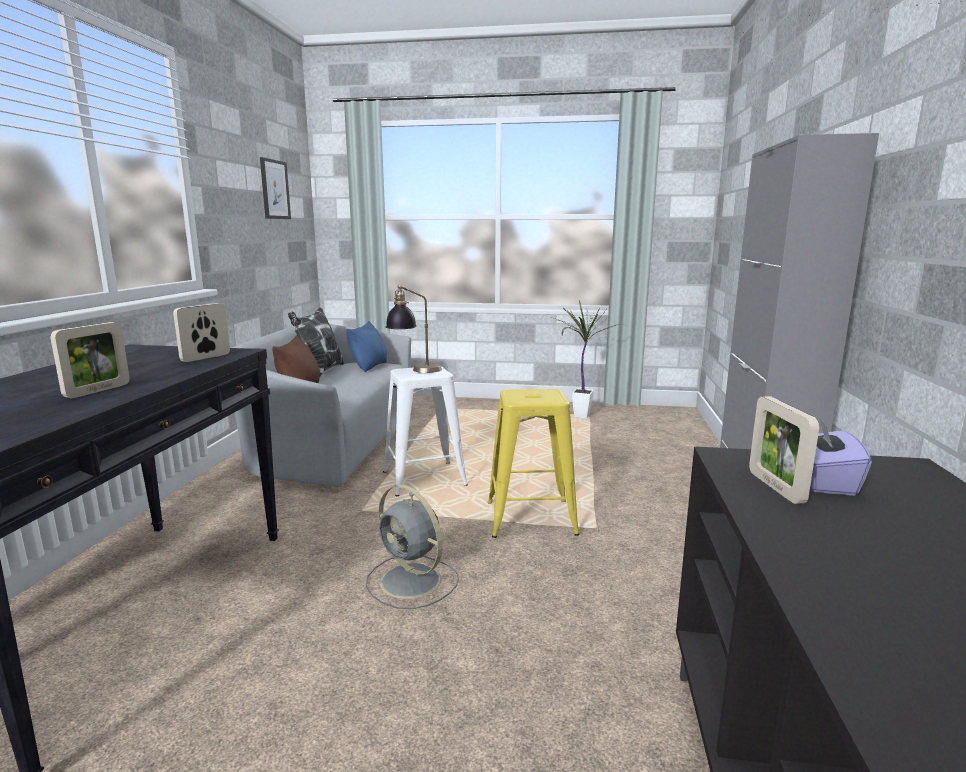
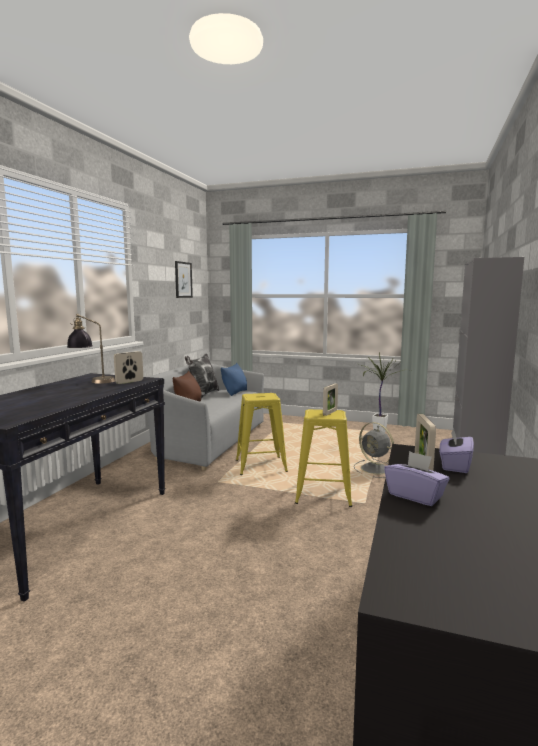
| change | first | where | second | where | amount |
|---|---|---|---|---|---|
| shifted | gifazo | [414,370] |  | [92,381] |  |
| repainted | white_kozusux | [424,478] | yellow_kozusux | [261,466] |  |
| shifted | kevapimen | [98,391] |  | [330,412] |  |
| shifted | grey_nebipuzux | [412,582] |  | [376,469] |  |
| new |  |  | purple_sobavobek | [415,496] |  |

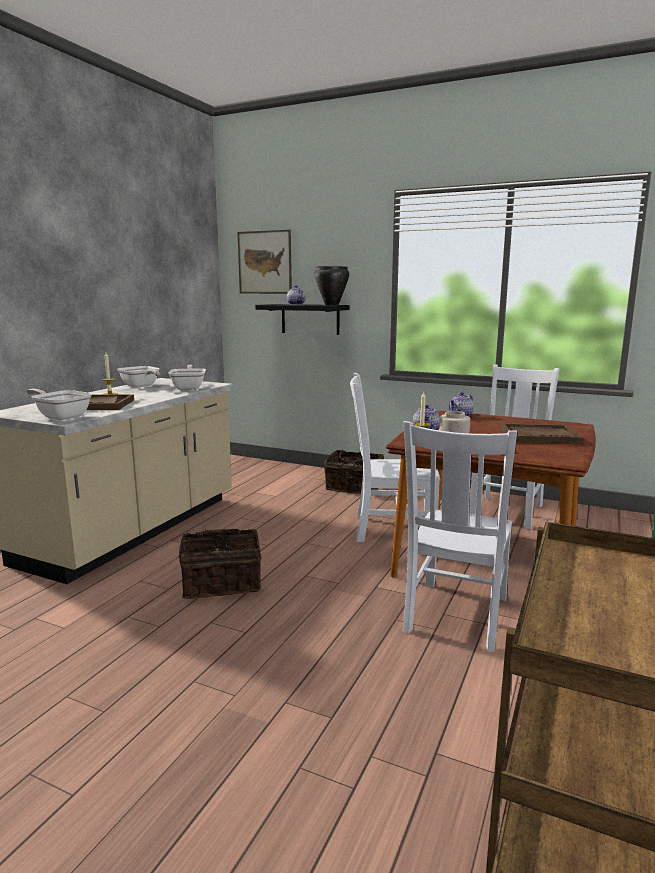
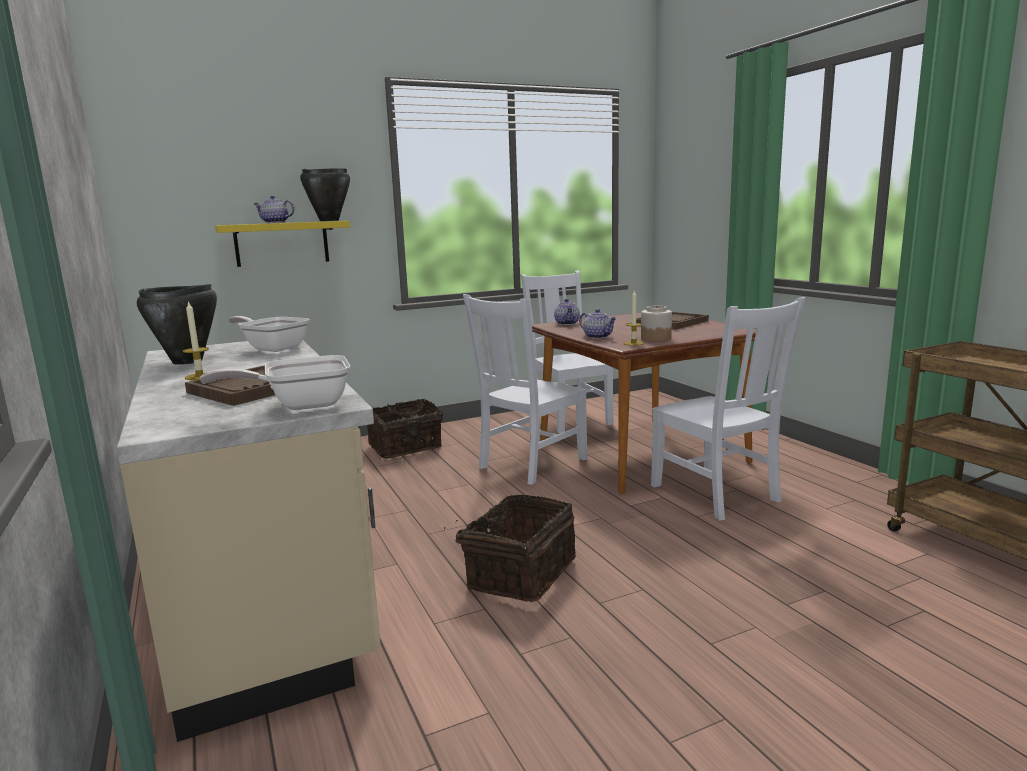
| change | first | where | second | where | amount |
|---|---|---|---|---|---|
| swapped | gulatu | [141,386] | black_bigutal | [187,361] |  |
| repainted | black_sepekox | [310,319] | yellow_sepekox | [282,243] |  |
| gone | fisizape | [264,262] |  |  |  |

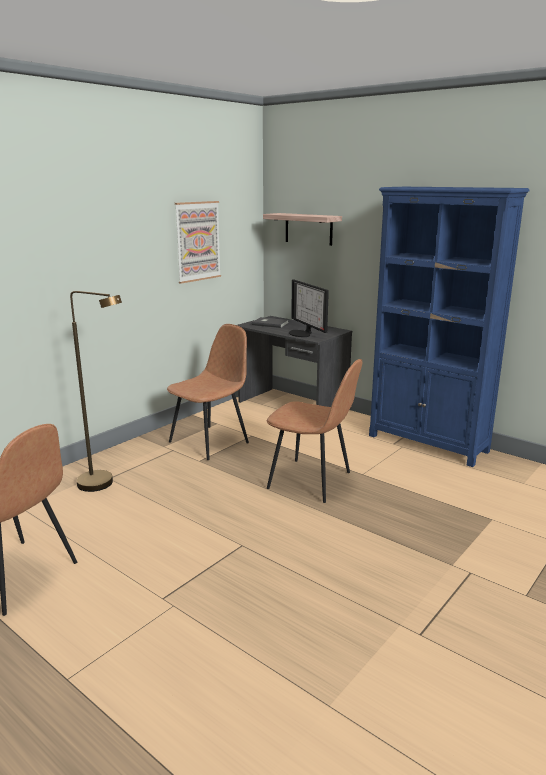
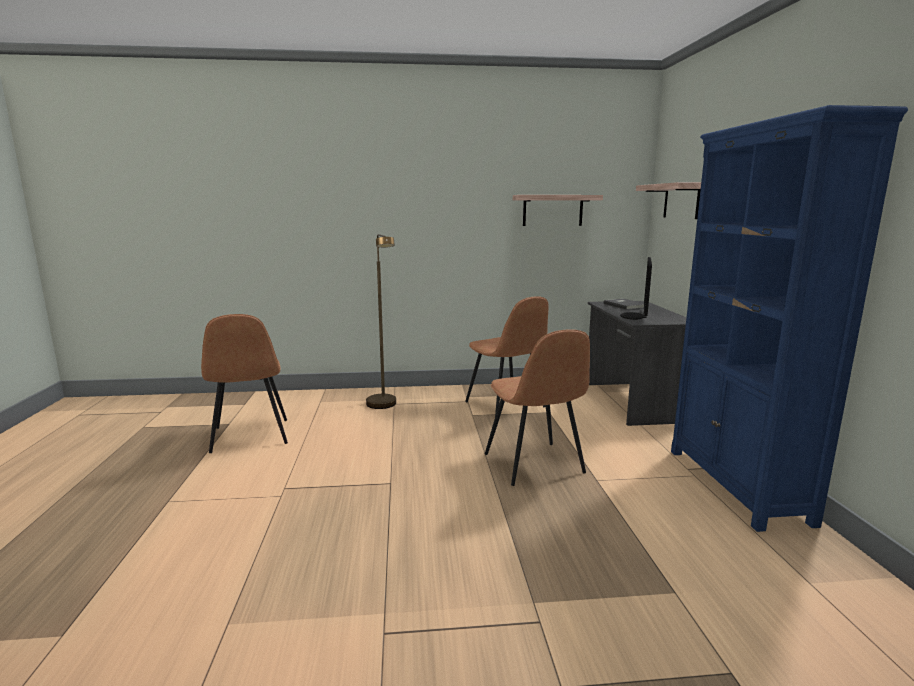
| change | first | where | second | where | amount |
|---|---|---|---|---|---|
| rotated | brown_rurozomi | [210,442] |  | [506,405] | 60 degrees clockwise |
| swapped | fisizape | [197,241] | sepekox | [552,210] |  |

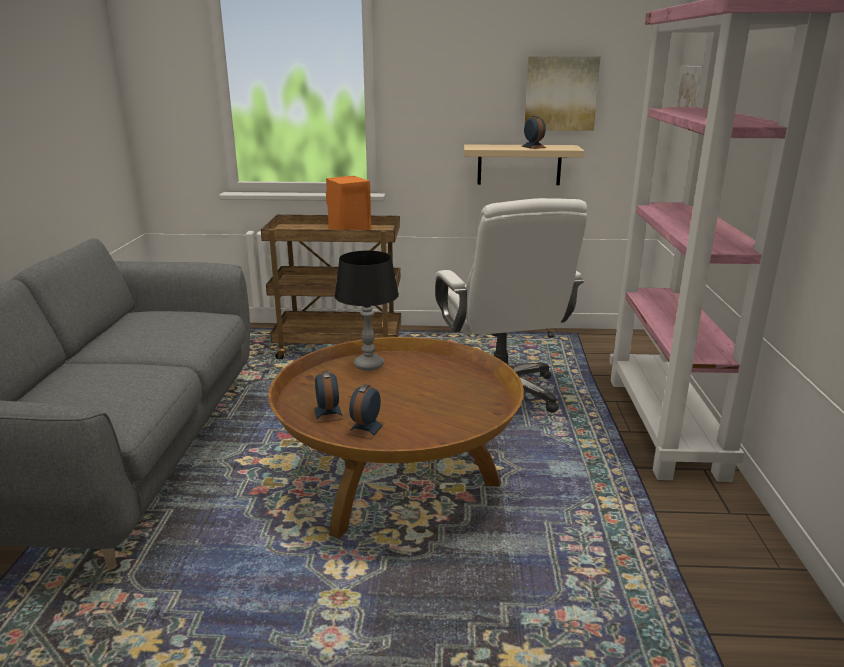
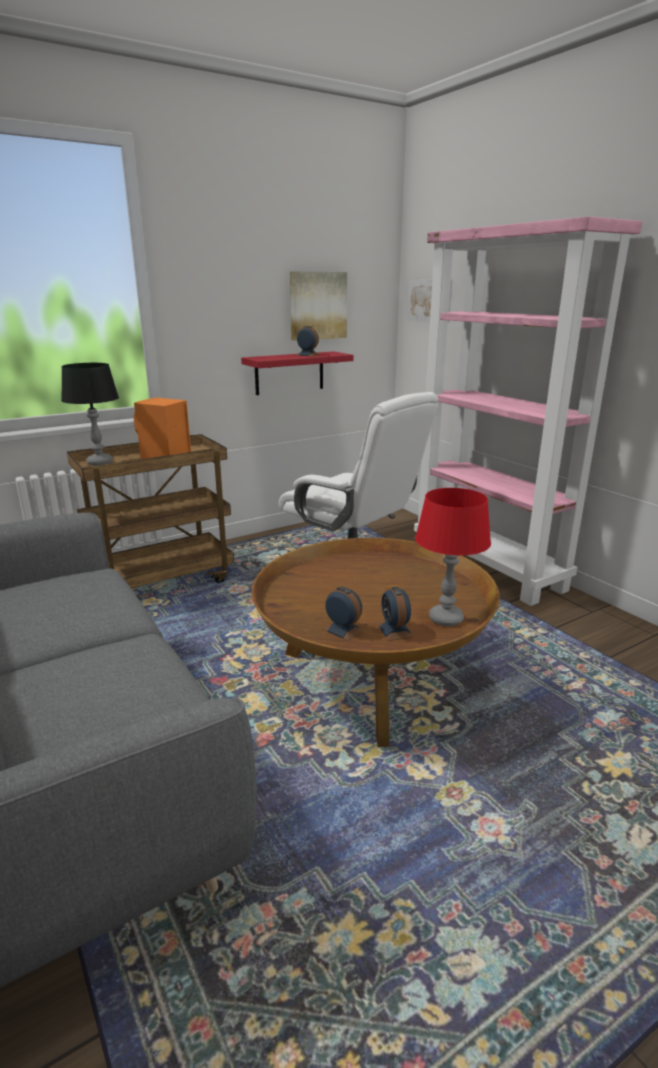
| change | first | where | second | where | amount |
|---|---|---|---|---|---|
| shifted | black_gifazo | [369,365] |  | [100,462] |  |
| repainted | beige_sepekox | [519,164] | red_sepekox | [289,373] |  |
| new |  |  | red_gifazo | [445,619] |  |

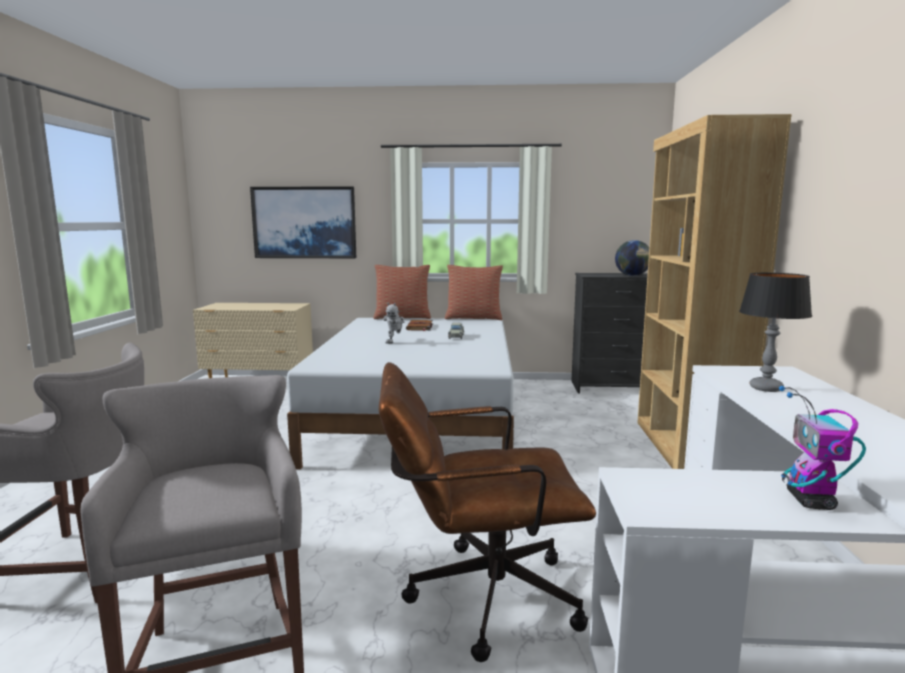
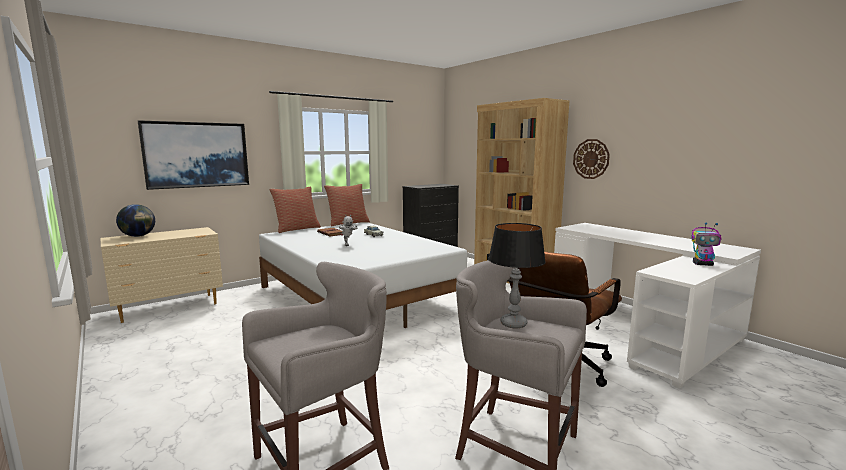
| change | first | where | second | where | amount |
|---|---|---|---|---|---|
| shifted | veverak | [632,275] |  | [138,236] |  |
| shifted | gifazo | [766,388] |  | [513,324] |  |
| new |  |  | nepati | [591,159] |  |
| rotated | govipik | [811,501] |  | [703,264] | 45 degrees counterclockwise |

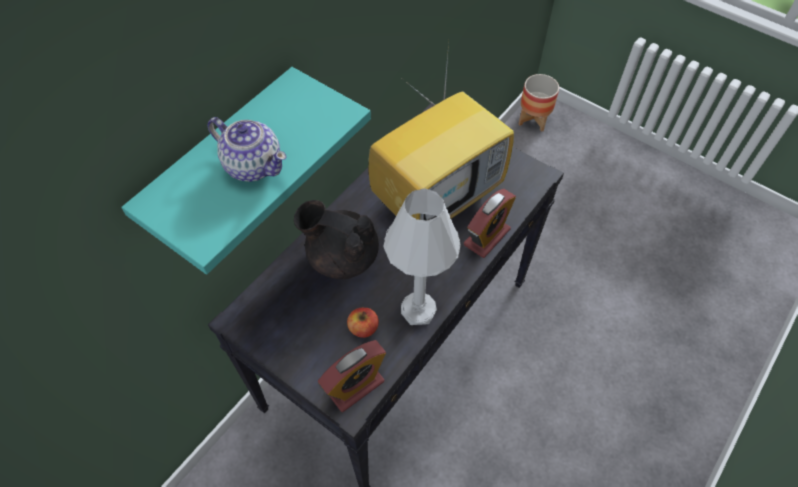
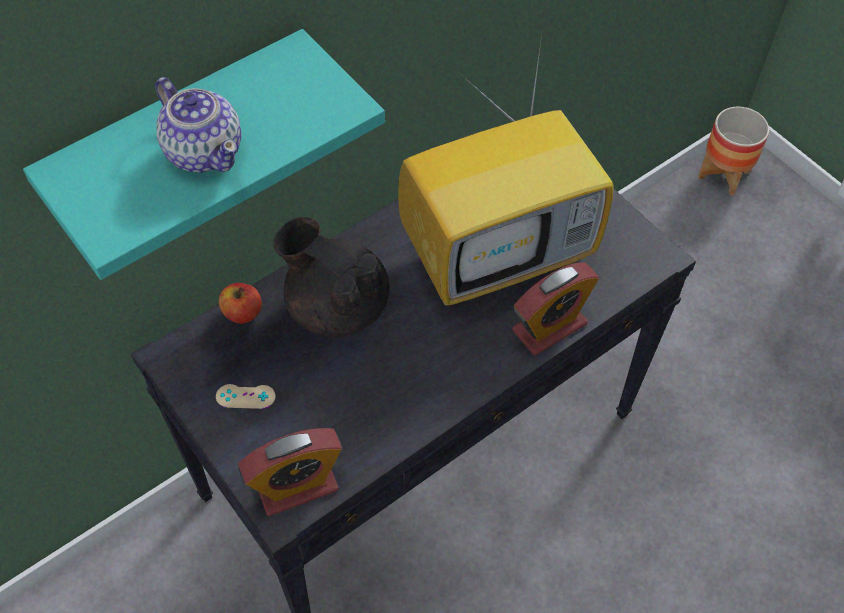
| change | first | where | second | where | amount |
|---|---|---|---|---|---|
| new |  |  | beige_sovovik | [245,396] |  |
| shifted | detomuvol | [363,328] |  | [242,313] |  |
| gone | white_gifazo | [418,310] |  |  |  |

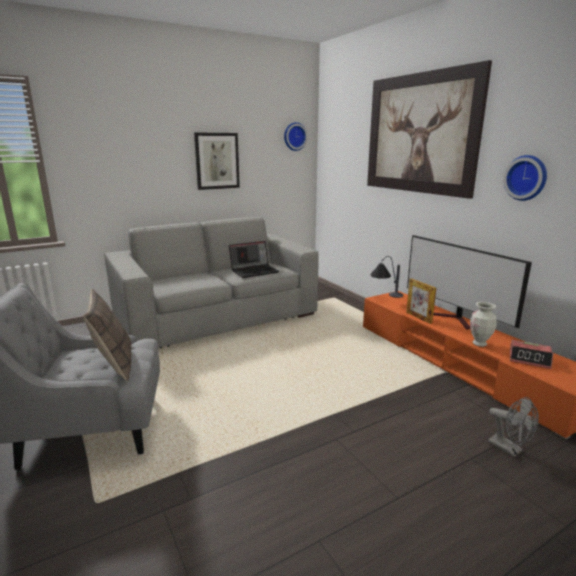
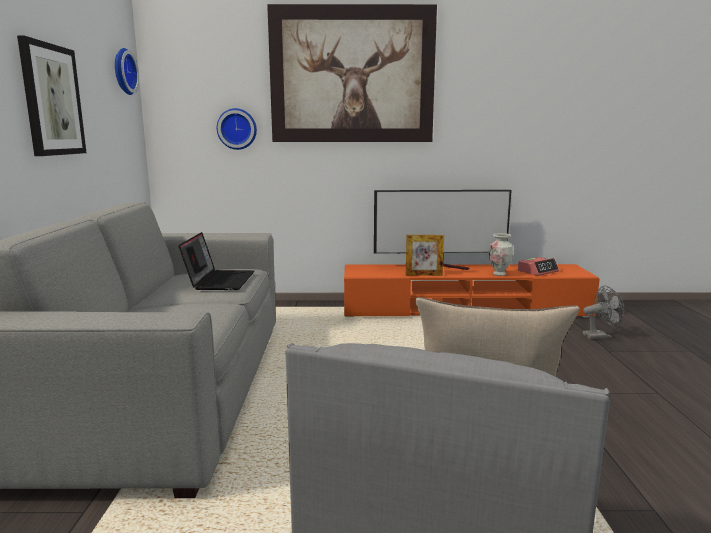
| change | first | where | second | where | amount |
|---|---|---|---|---|---|
| shifted | nepati | [526,178] |  | [237,129] |  |
| gone | gifazo | [385,297] |  |  |  |

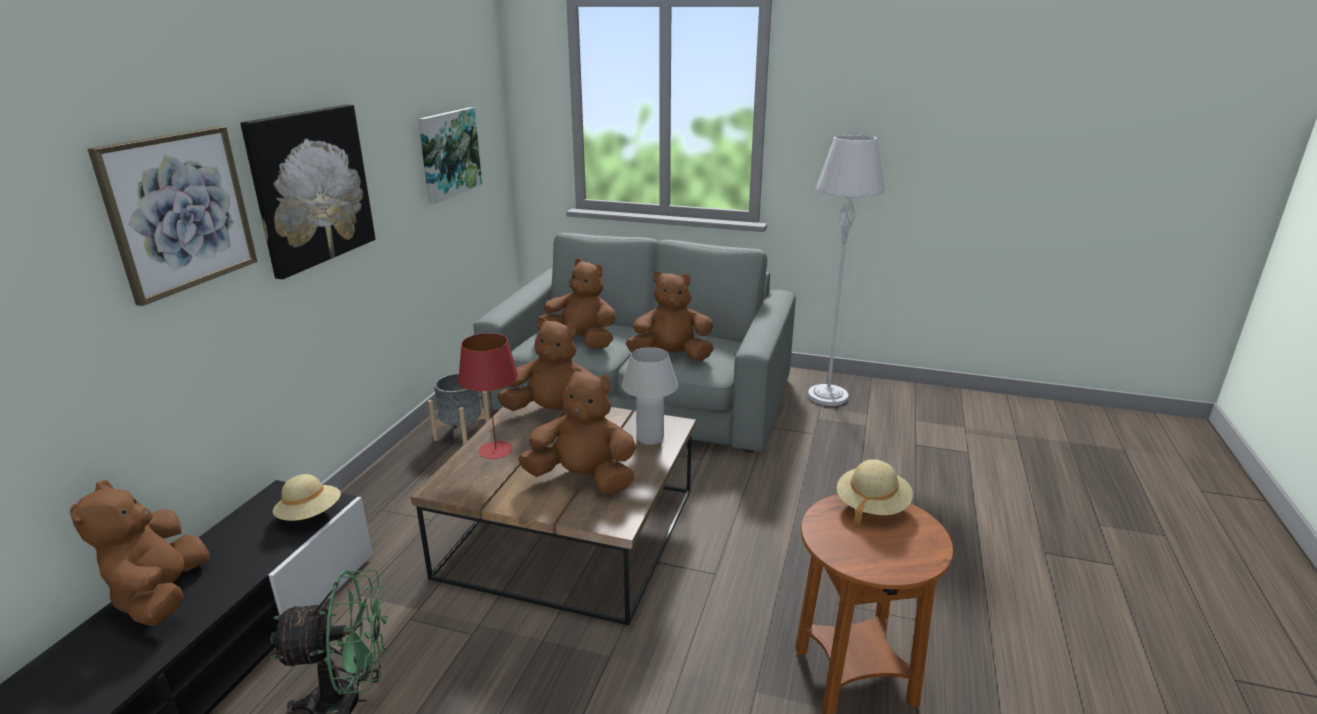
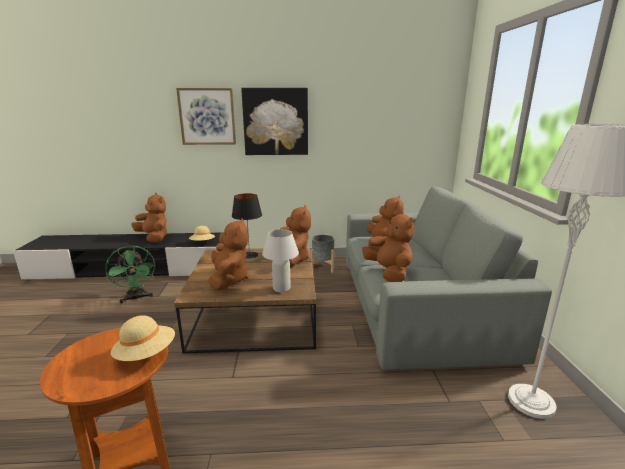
| change | first | where | second | where | amount |
|---|---|---|---|---|---|
| rotated | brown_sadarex | [162,596] |  | [154,238] | 75 degrees clockwise |
| repainted | red_gifazo | [496,450] | black_gifazo | [249,255] |  |
| gone | fisizape | [448,154] |  |  |  |

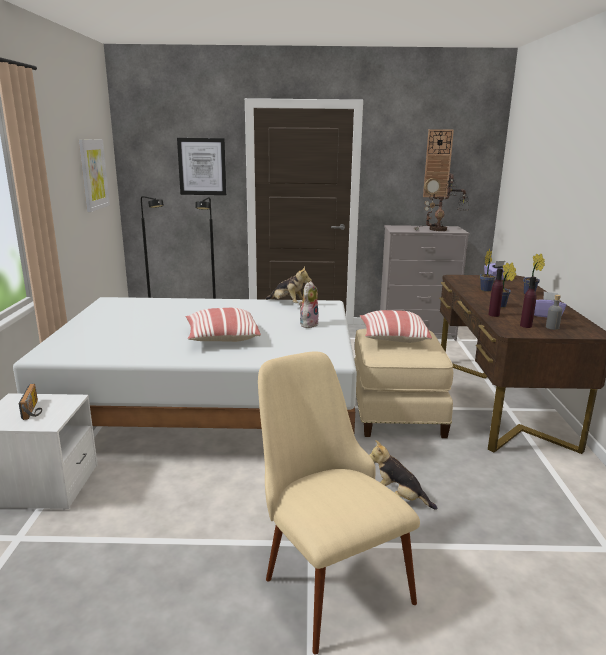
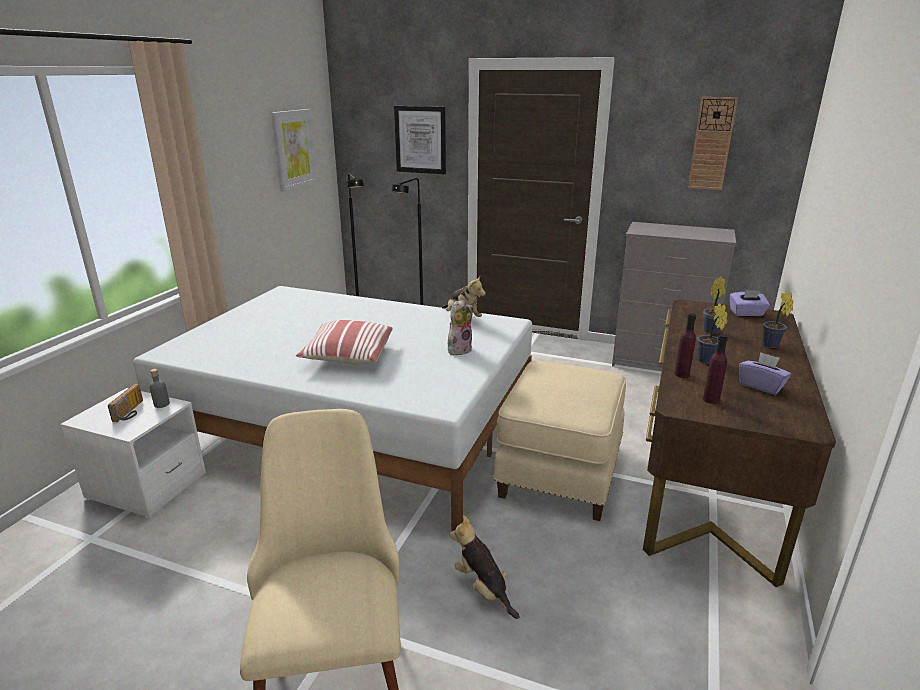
| change | first | where | second | where | amount |
|---|---|---|---|---|---|
| shifted | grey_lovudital | [552,327] |  | [161,404] |  |
| gone | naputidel | [392,338] |  |  |  |
| gone | gifazo | [439,230] |  |  |  |

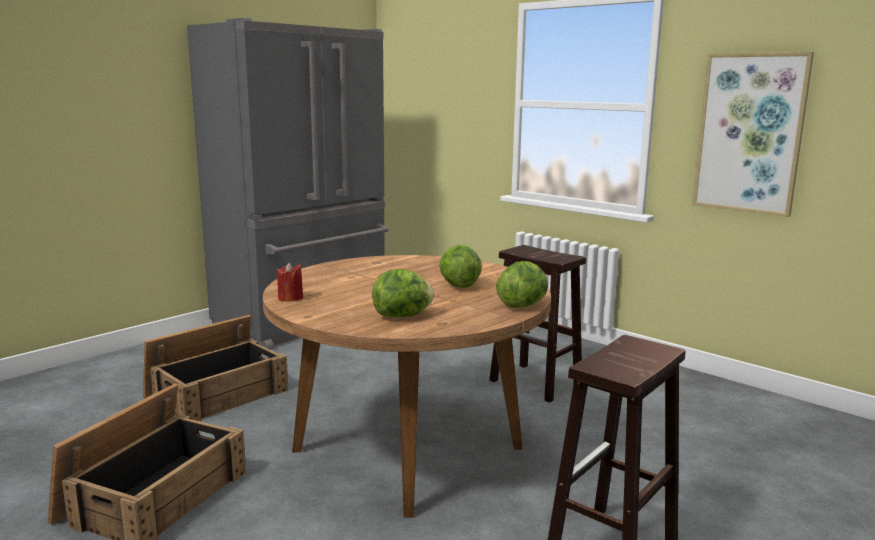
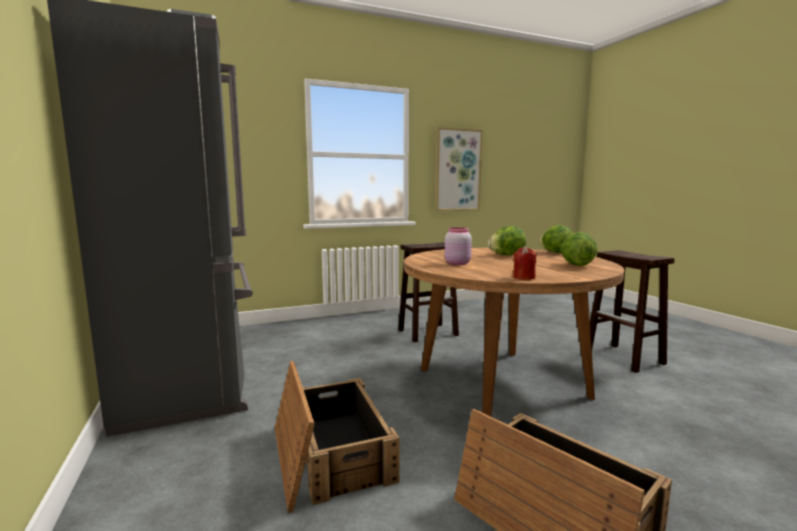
| change | first | where | second | where | amount |
|---|---|---|---|---|---|
| new |  |  | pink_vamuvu | [456,263] |  |

